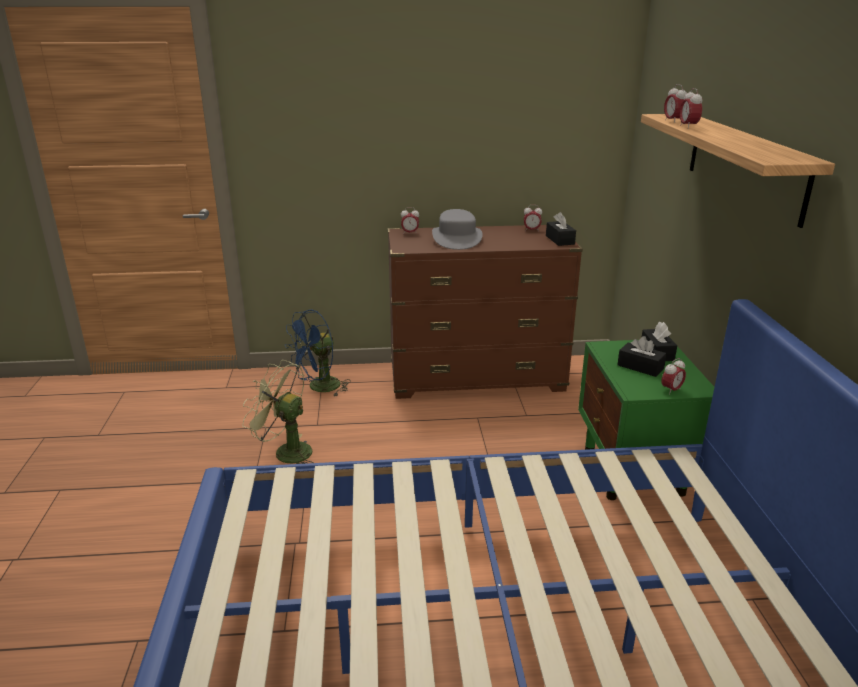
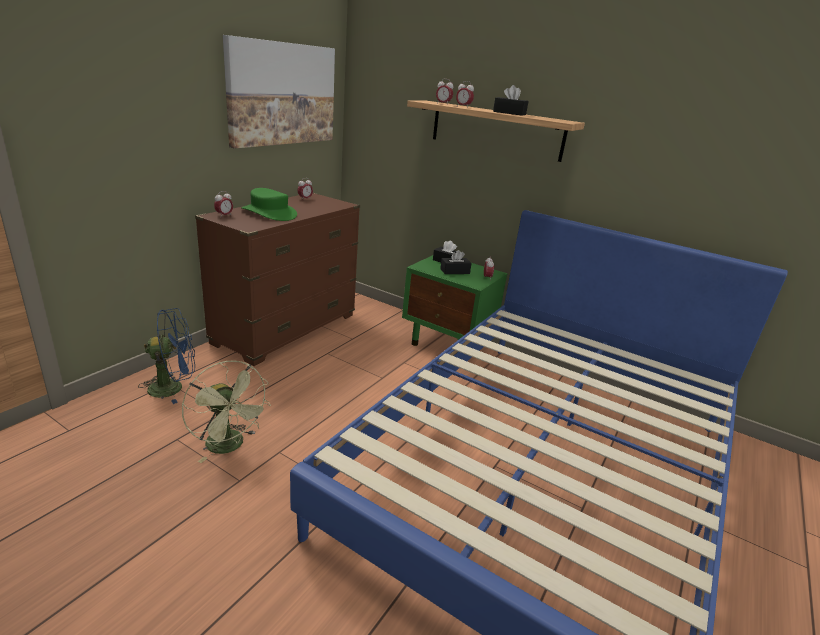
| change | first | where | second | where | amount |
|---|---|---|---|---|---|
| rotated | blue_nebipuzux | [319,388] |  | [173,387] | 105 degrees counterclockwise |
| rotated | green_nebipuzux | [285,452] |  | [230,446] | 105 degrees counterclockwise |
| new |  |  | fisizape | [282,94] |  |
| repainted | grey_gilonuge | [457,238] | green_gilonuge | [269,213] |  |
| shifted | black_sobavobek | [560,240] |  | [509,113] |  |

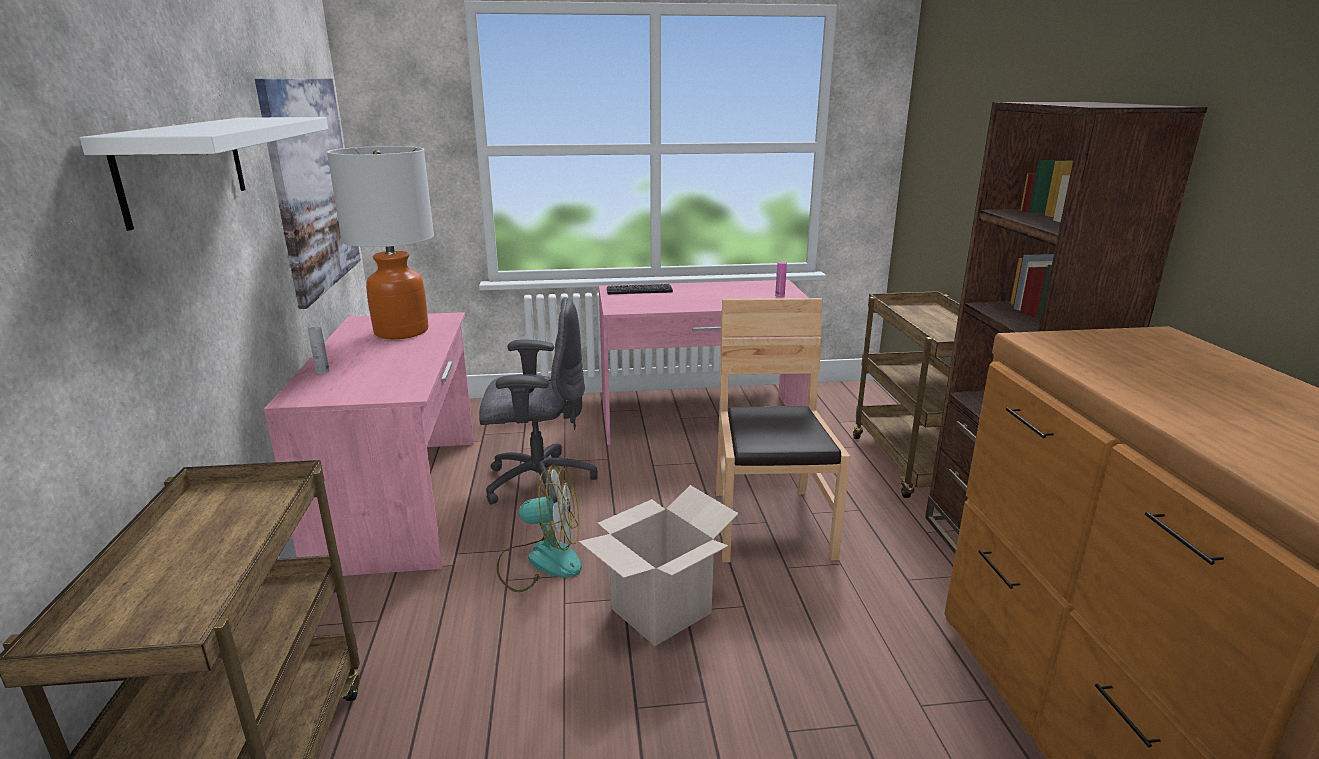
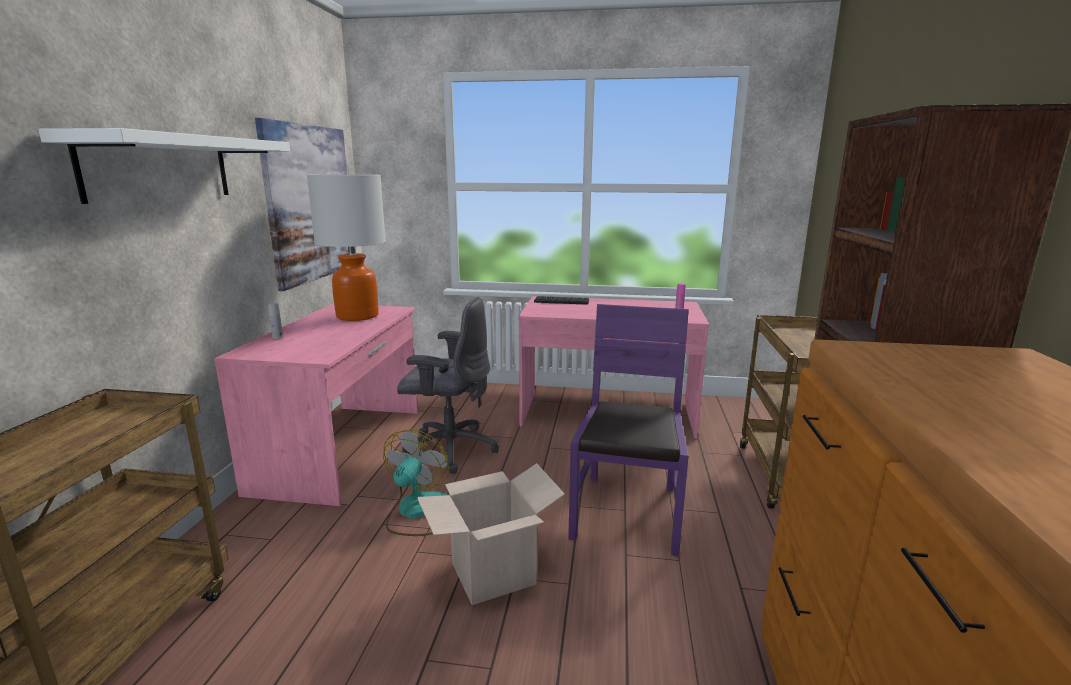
| change | first | where | second | where | amount |
|---|---|---|---|---|---|
| rotated | nebipuzux | [541,561] |  | [417,512] | 90 degrees counterclockwise |
| repainted | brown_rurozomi | [770,524] | purple_rurozomi | [627,512] |  |

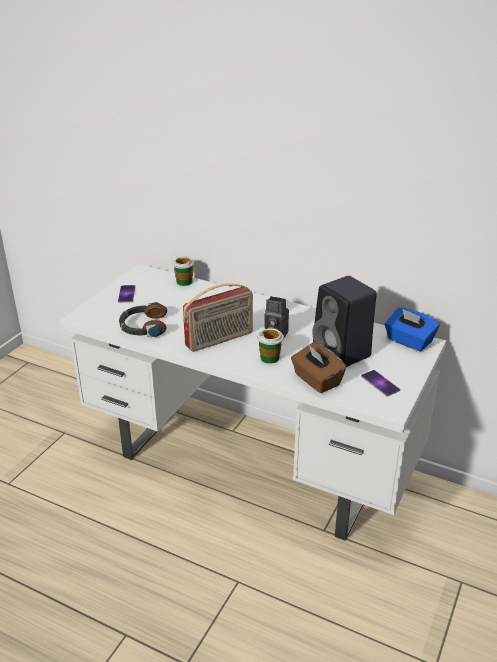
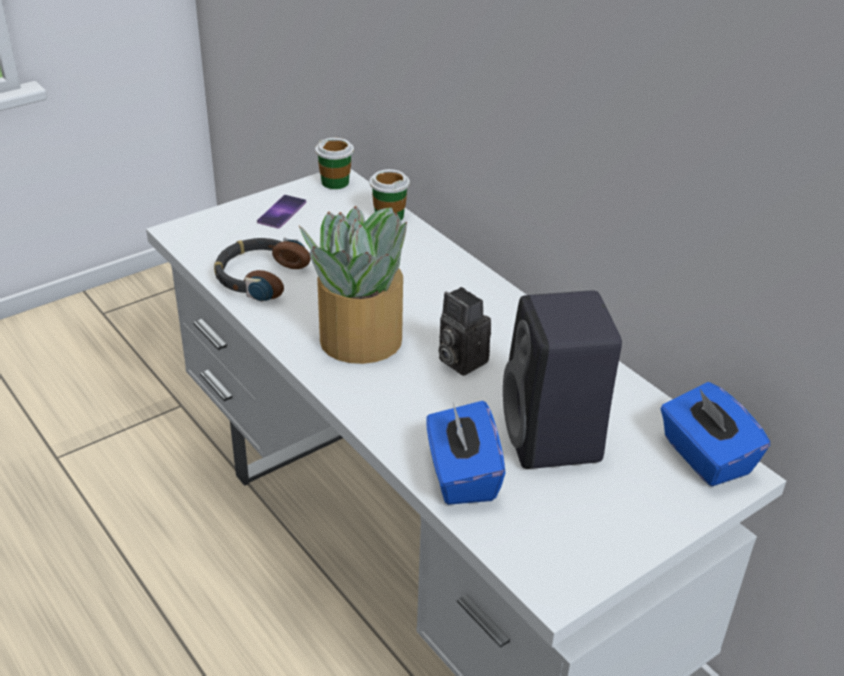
| change | first | where | second | where | amount |
|---|---|---|---|---|---|
| swapped | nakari | [220,340] | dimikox | [359,340] |  |
| shifted | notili | [270,358] |  | [335,182] |  |
| repainted | brown_sobavobek | [316,380] | blue_sobavobek | [461,475] |  |
| gone | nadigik | [380,383] |  |  |  |

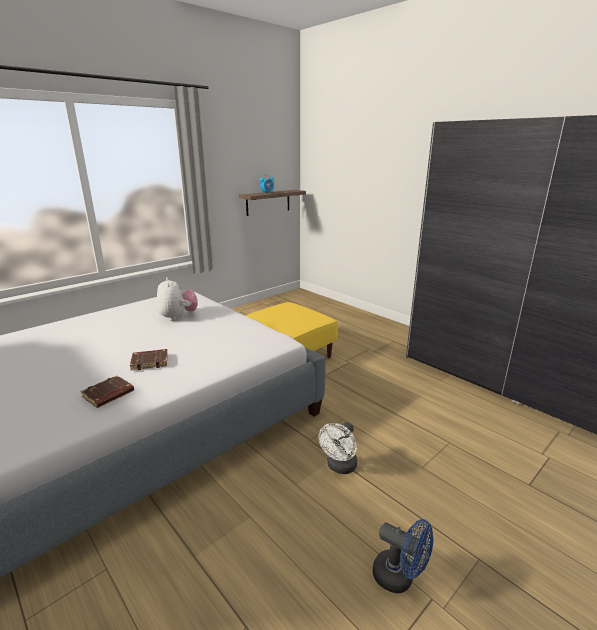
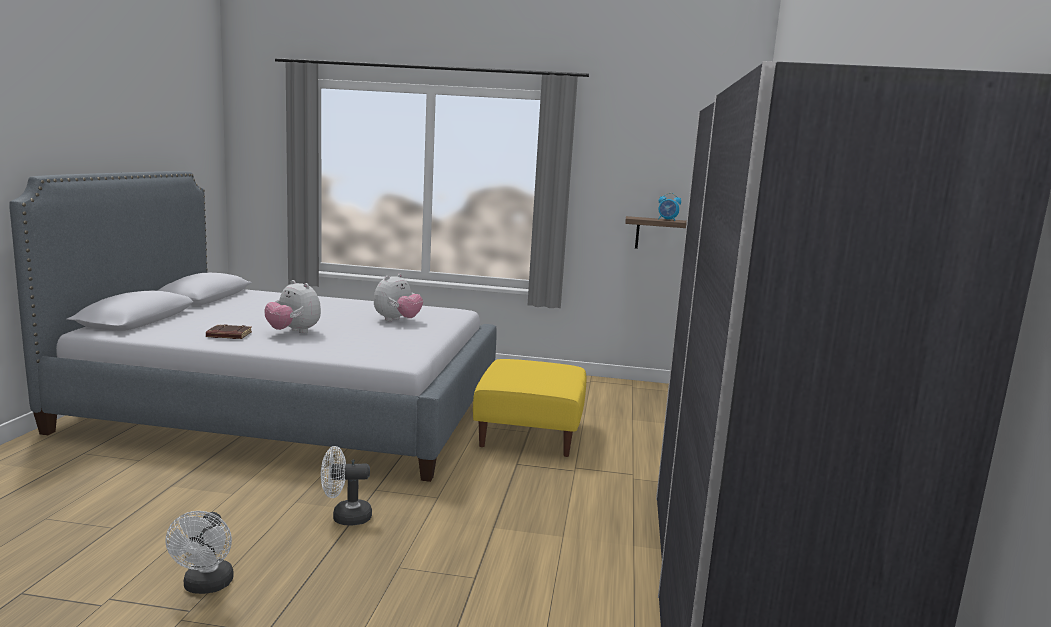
| change | first | where | second | where | amount |
|---|---|---|---|---|---|
| repainted | blue_nebipuzux | [399,577] | white_nebipuzux | [206,586] |  |
| swapped | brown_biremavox | [150,362] | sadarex | [293,332] |  |

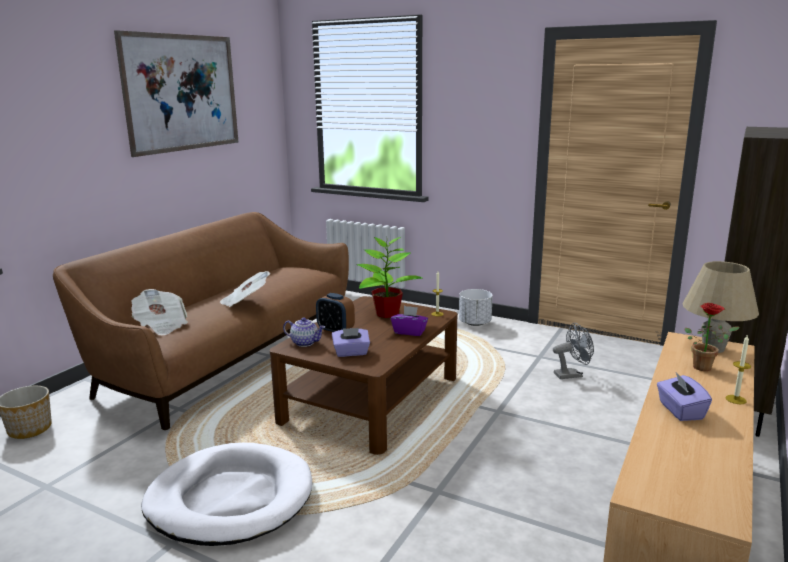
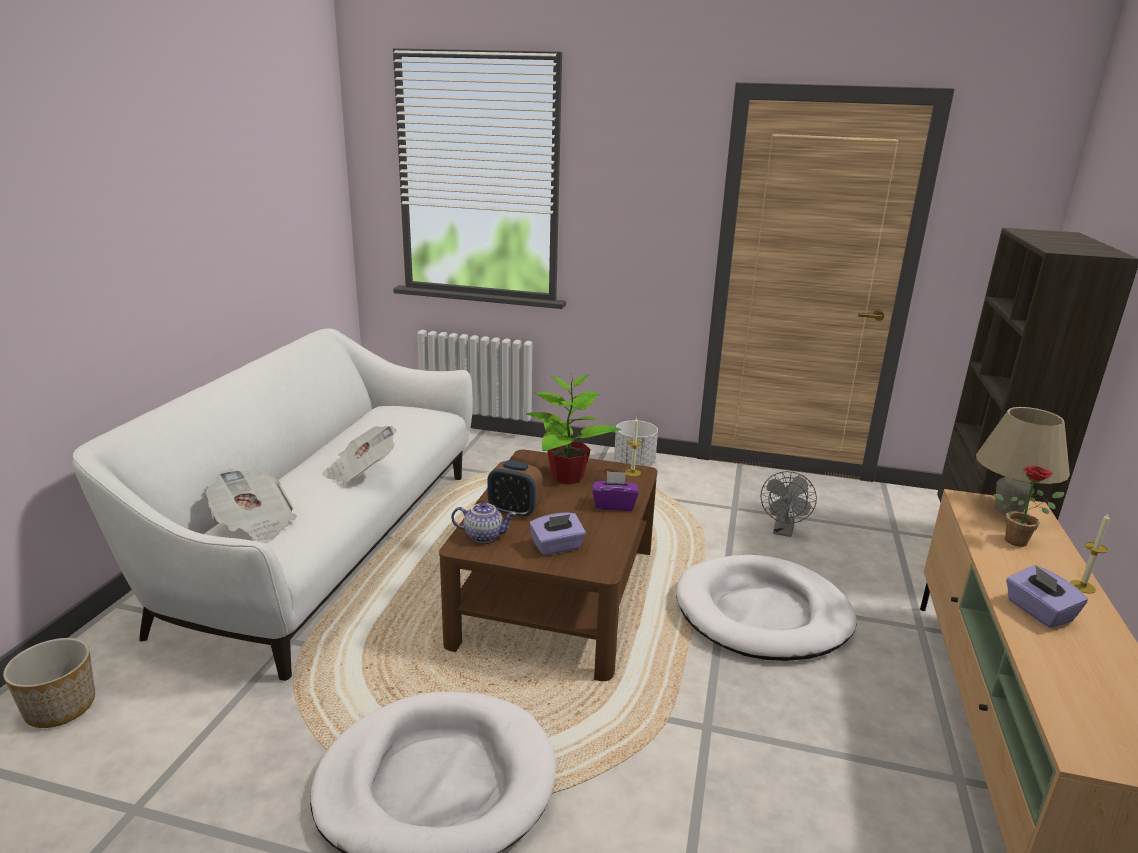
| change | first | where | second | where | amount |
|---|---|---|---|---|---|
| repainted | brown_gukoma | [226,357] | white_gukoma | [323,545] |  |
| new |  |  | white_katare | [762,613] |  |
| rotated | grey_nebipuzux | [572,374] |  | [783,531] | 135 degrees clockwise |
| gone | fisizape | [182,93] |  |  |  |

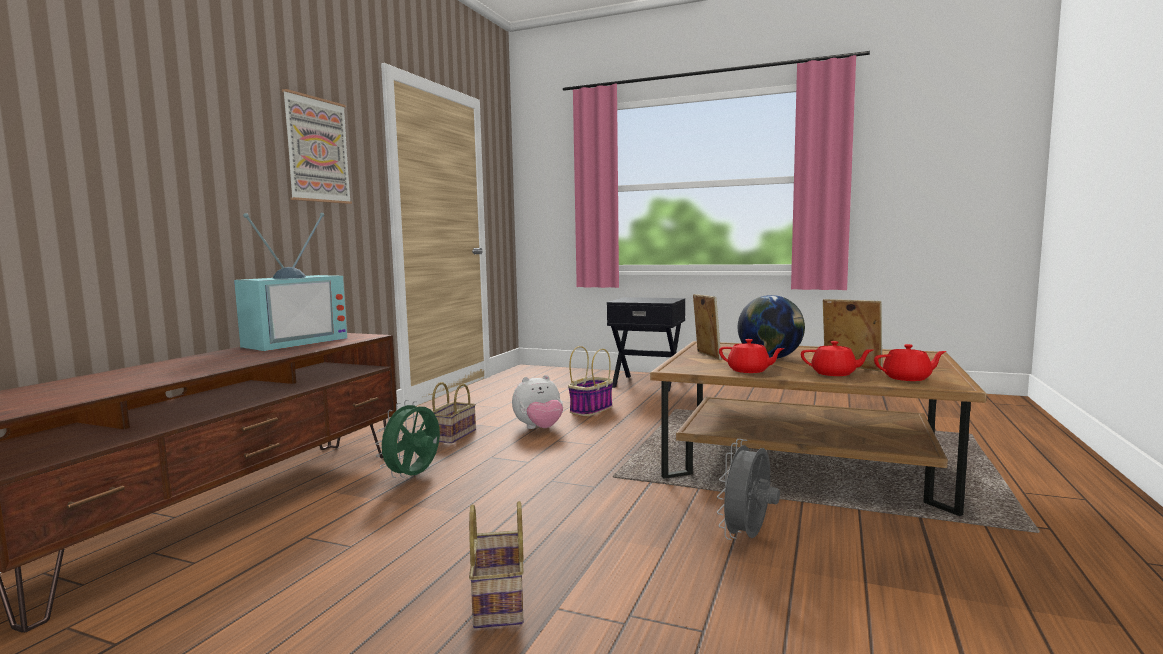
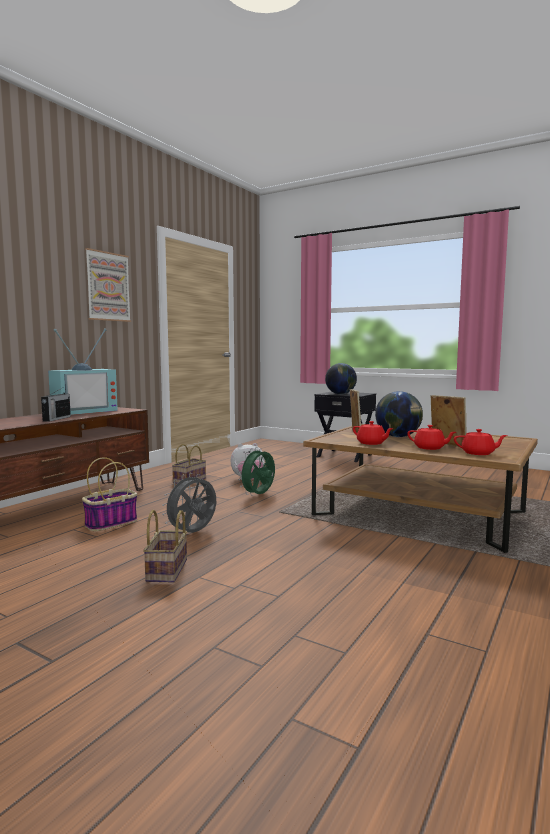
| change | first | where | second | where | amount |
|---|---|---|---|---|---|
| new |  |  | nakari | [56,419] |  |
| shifted | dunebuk | [591,409] |  | [111,523] |  |
| shifted | grey_nebipuzux | [747,538] |  | [192,533] |  |
| shifted | green_nebipuzux | [414,476] |  | [258,495] |  |
| new |  |  | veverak | [340,394] |  |

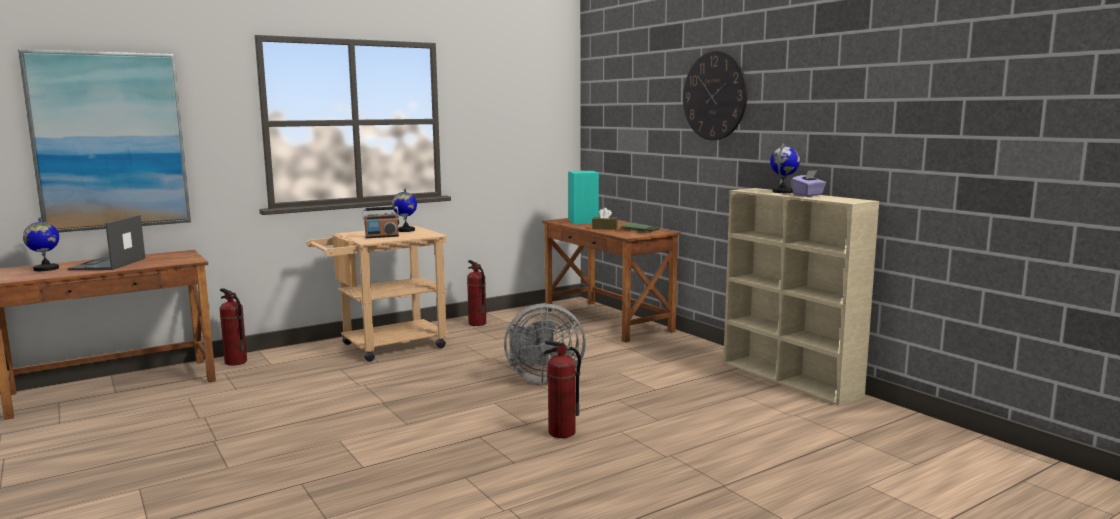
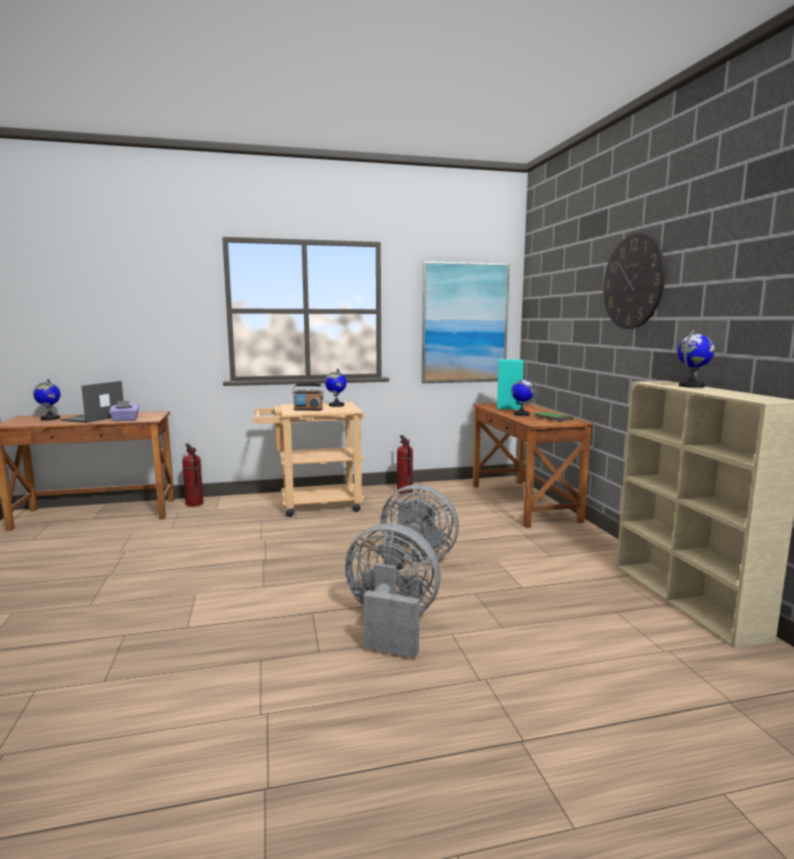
| change | first | where | second | where | amount |
|---|---|---|---|---|---|
| shifted | purple_sobavobek | [808,195] |  | [125,420] |  |
| swapped | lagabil | [561,433] | grey_nebipuzux | [391,624] |  |
| shifted | fisizape | [109,141] |  | [464,323] |  |
| swapped | brown_sobavobek | [604,228] | veverak | [521,414] |  |

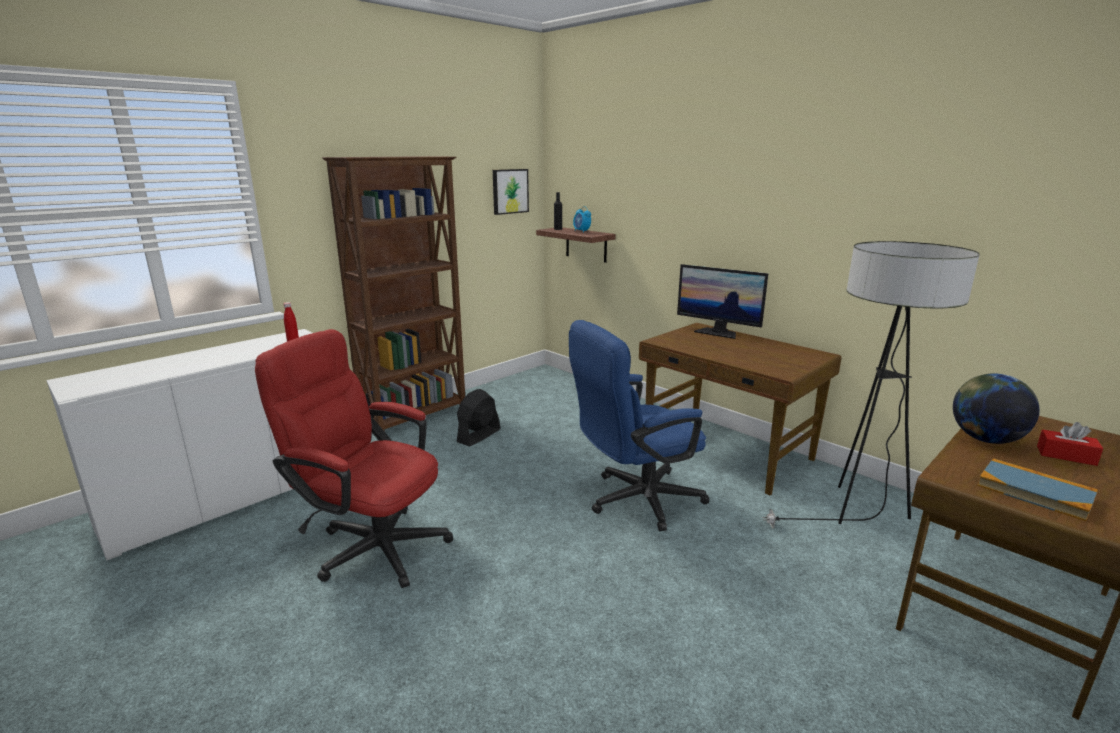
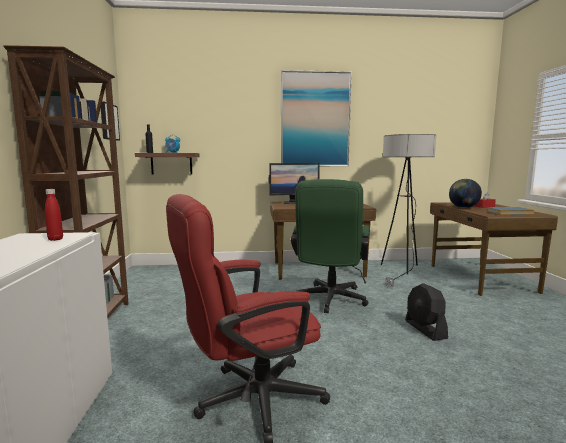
| change | first | where | second | where | amount |
|---|---|---|---|---|---|
| new |  |  | fisizape | [315,119] |  |
| repainted | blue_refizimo | [635,501] | green_refizimo | [330,301] |  |
| shifted | black_nebipuzux | [478,435] |  | [425,329] |  |

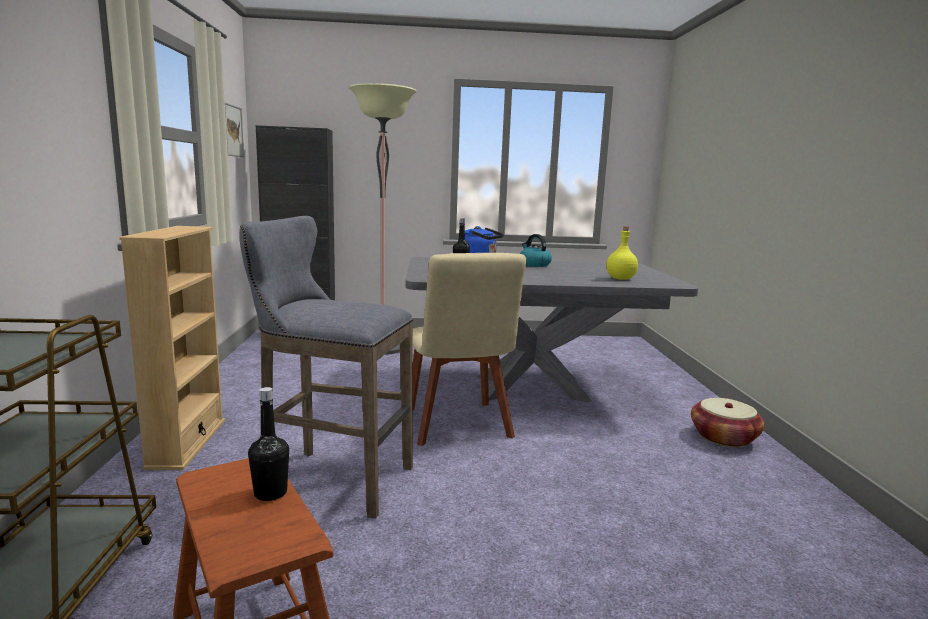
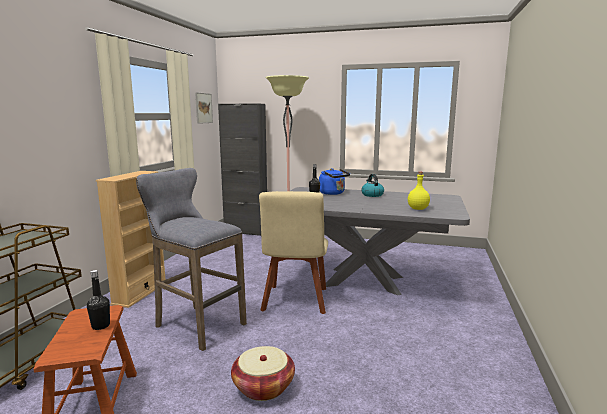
| change | first | where | second | where | amount |
|---|---|---|---|---|---|
| shifted | dunebuk | [723,437] |  | [263,387] |  |

